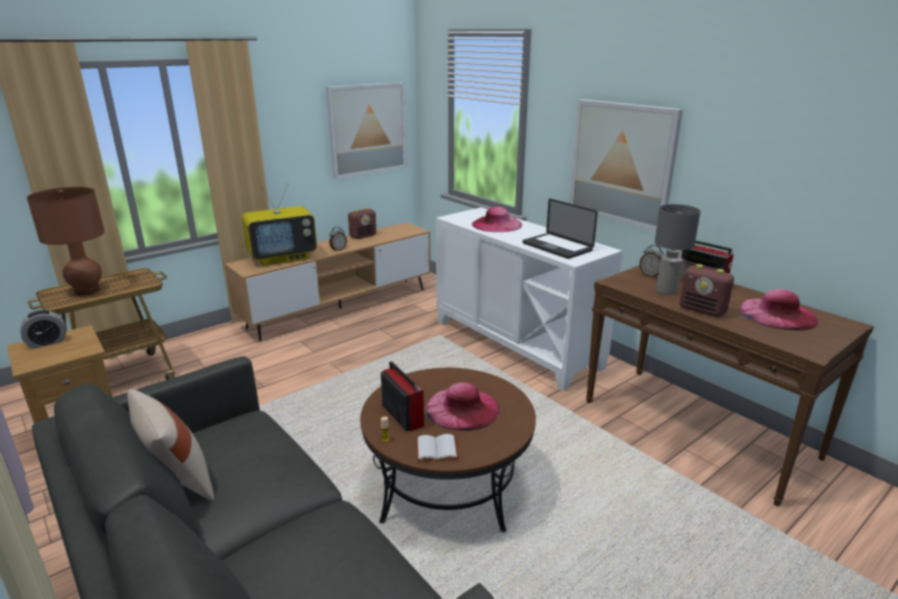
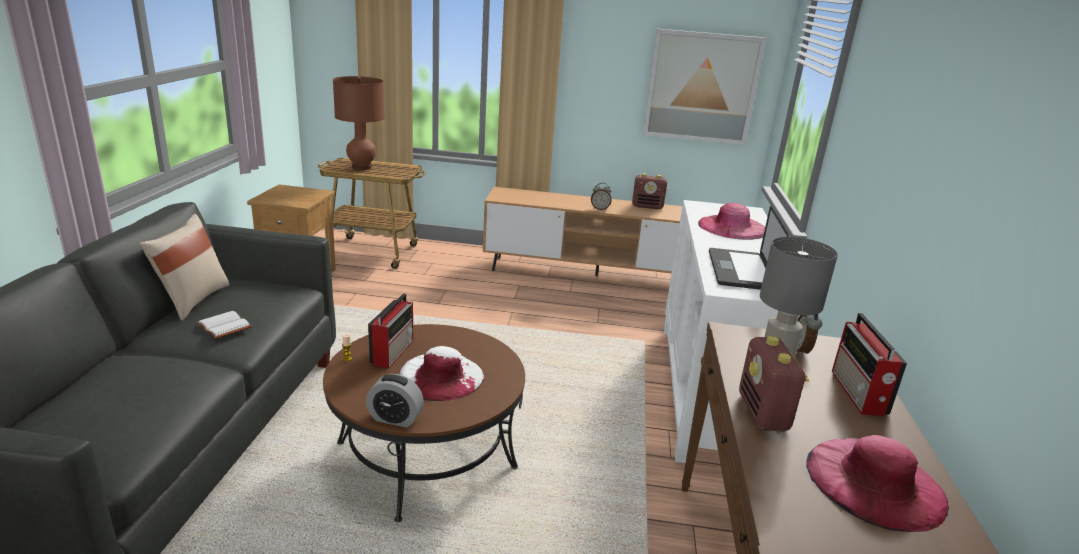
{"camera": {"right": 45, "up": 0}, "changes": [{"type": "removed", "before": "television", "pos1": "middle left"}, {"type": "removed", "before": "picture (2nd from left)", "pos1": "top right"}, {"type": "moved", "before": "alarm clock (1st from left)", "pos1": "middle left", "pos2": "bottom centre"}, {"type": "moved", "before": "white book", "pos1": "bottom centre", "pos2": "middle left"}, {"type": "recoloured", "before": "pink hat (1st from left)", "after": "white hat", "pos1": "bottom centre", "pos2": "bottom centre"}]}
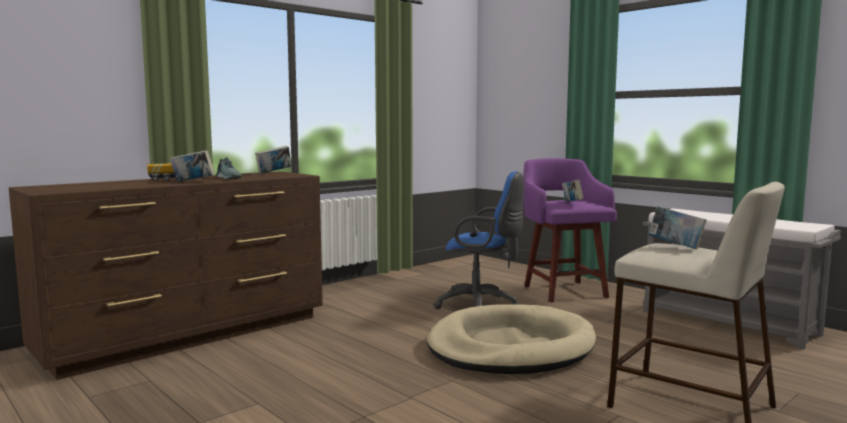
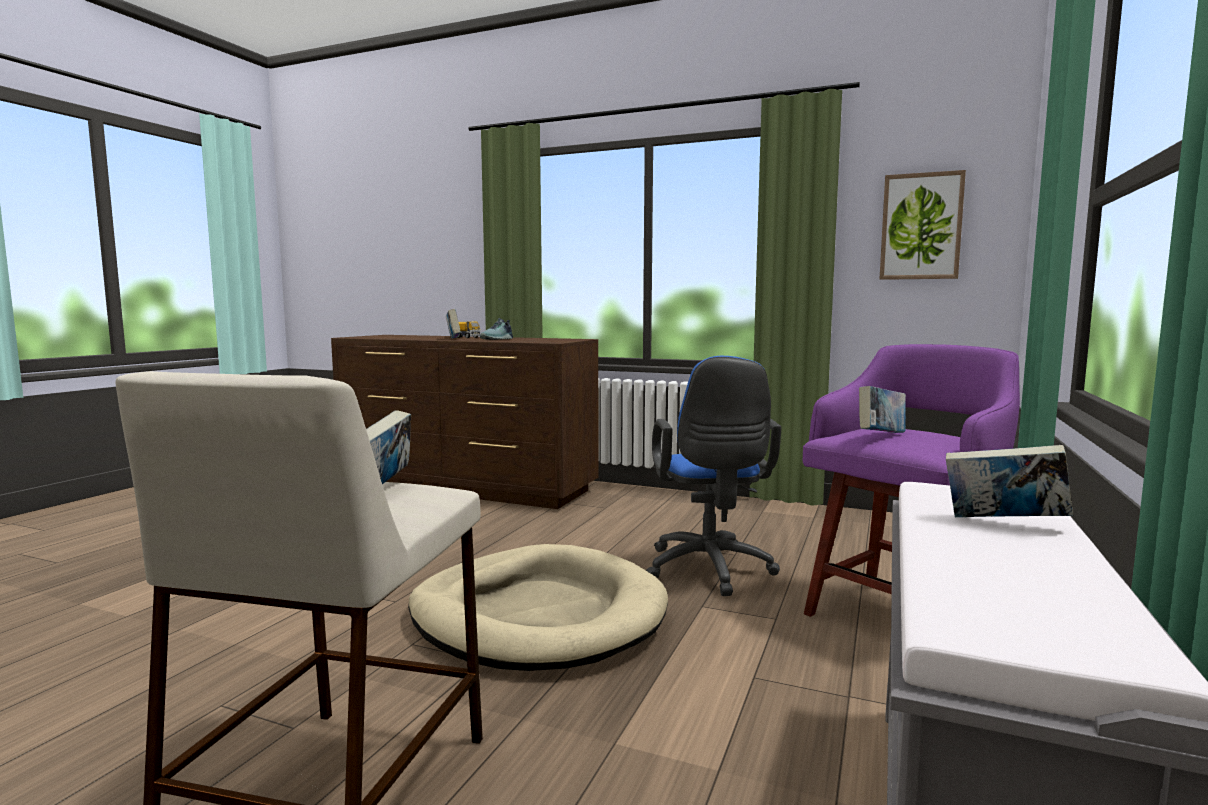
{"camera": {"right": 65, "up": 0}, "changes": [{"type": "added", "after": "picture", "pos2": "top right"}, {"type": "moved", "before": "book (2nd from left in the first image)", "after": "book (4th from left)", "pos1": "middle left", "pos2": "middle right"}]}
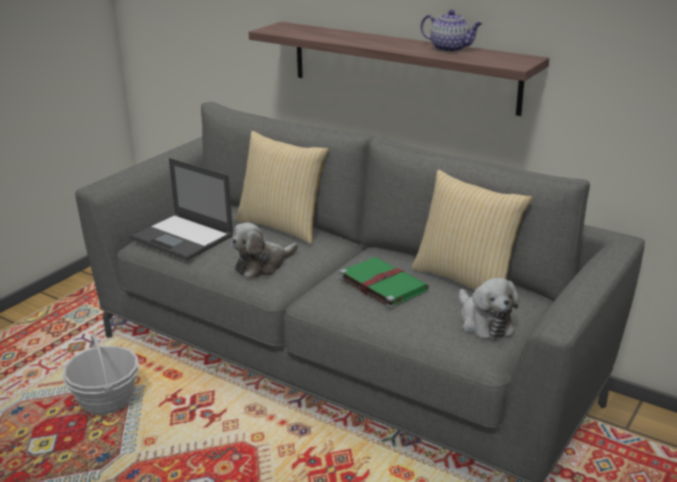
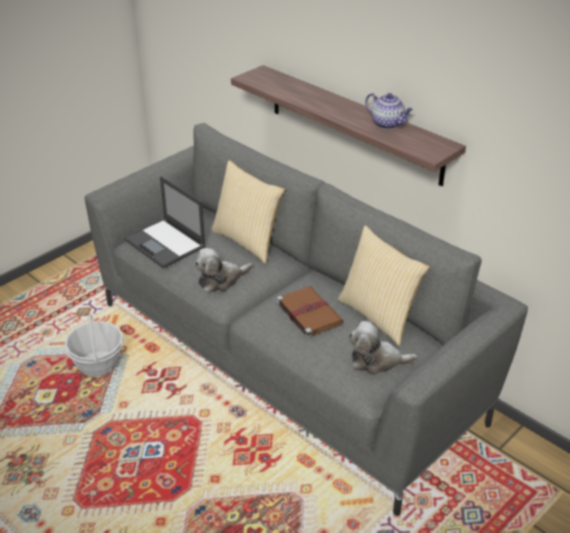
{"camera": {"right": 10, "up": 10}, "changes": [{"type": "recoloured", "before": "green book", "after": "brown book", "pos1": "centre", "pos2": "centre"}, {"type": "turned", "before": "plush toy (2nd from left)", "pos1": "middle right", "pos2": "middle right", "turn": 105}]}
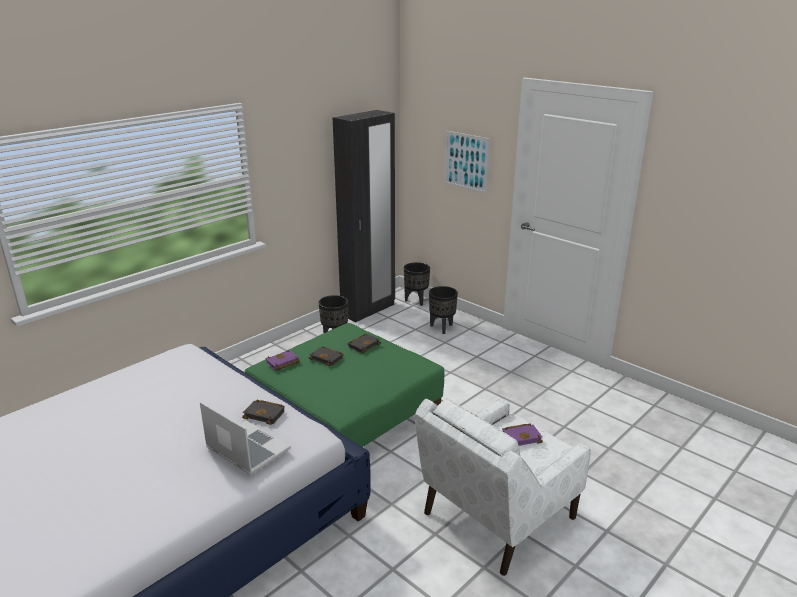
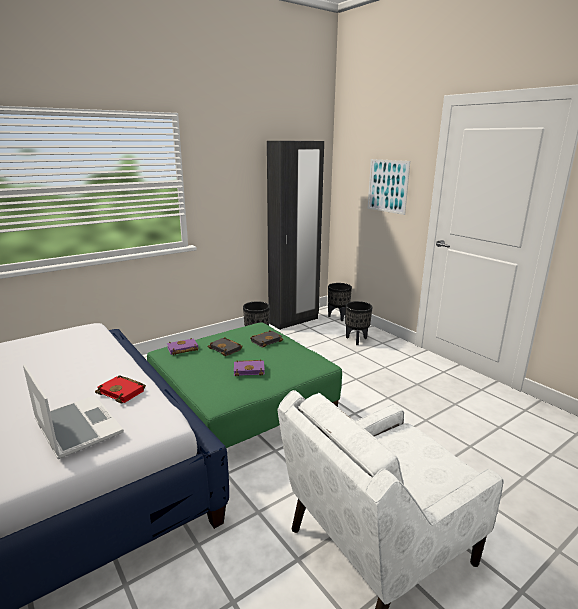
{"camera": {"right": 10, "up": -5}, "changes": [{"type": "moved", "before": "purple book (2nd from left)", "pos1": "bottom centre", "pos2": "centre"}, {"type": "recoloured", "before": "black book (1st from left)", "after": "red book", "pos1": "bottom left", "pos2": "middle left"}]}
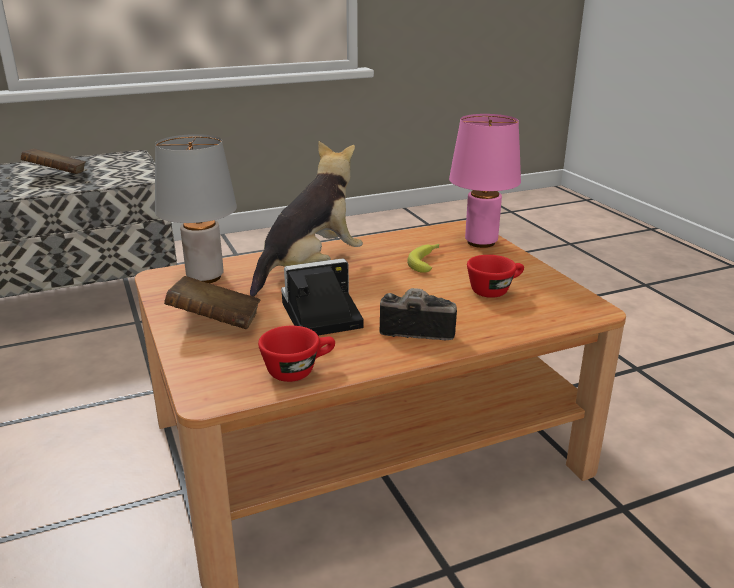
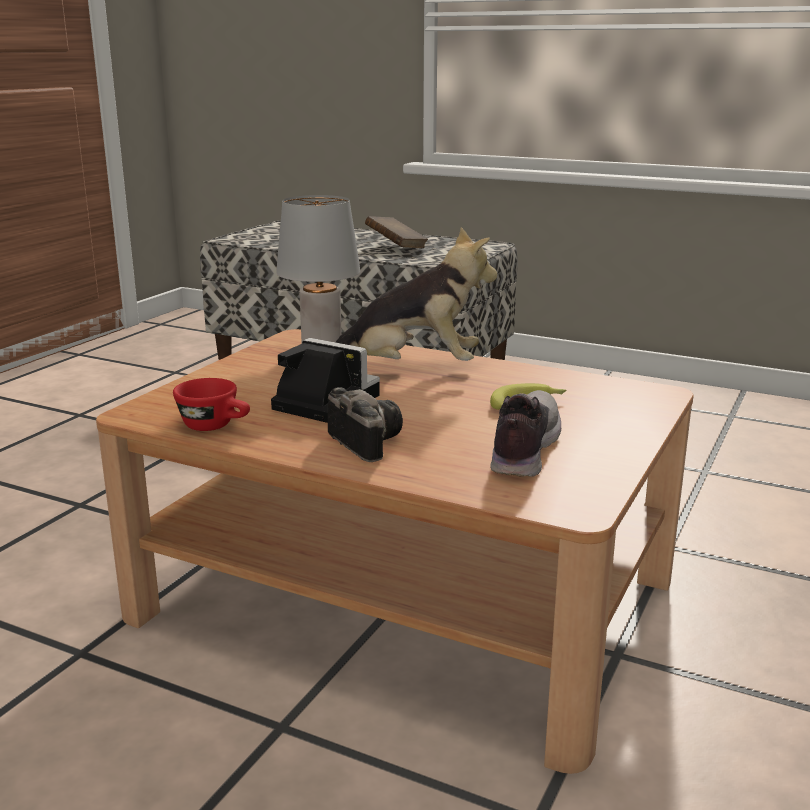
{"camera": {"right": 50, "up": -5}, "changes": [{"type": "removed", "before": "brown book (2nd from left)", "pos1": "middle left"}, {"type": "removed", "before": "pink table lamp", "pos1": "top centre"}, {"type": "replaced", "before": "red cup (2nd from left)", "after": "shoe", "pos1": "middle right", "pos2": "centre"}]}
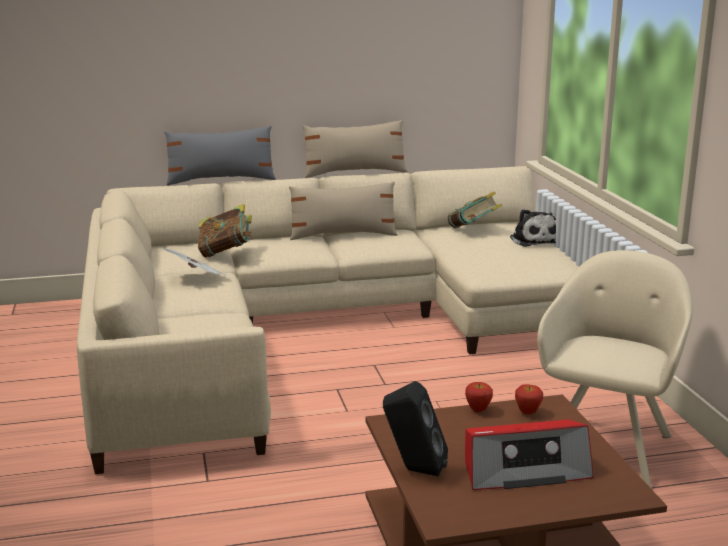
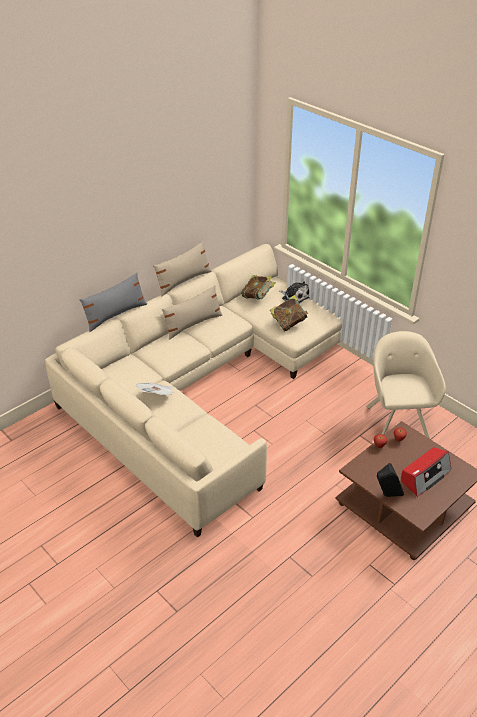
{"camera": {"right": -30, "up": 20}, "changes": [{"type": "moved", "before": "book (1st from left in the first image)", "after": "book (2nd from left)", "pos1": "middle left", "pos2": "centre"}]}
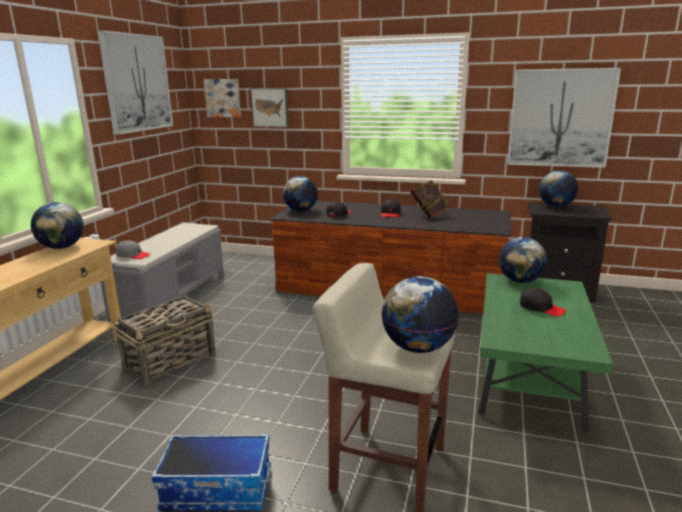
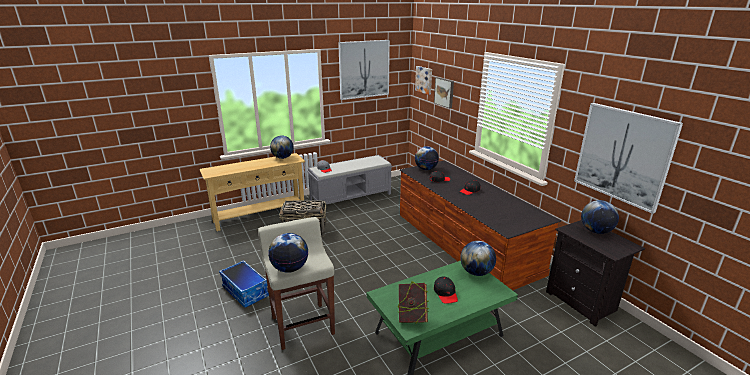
{"camera": {"right": 45, "up": 5}, "changes": [{"type": "moved", "before": "book", "pos1": "centre", "pos2": "bottom centre"}]}
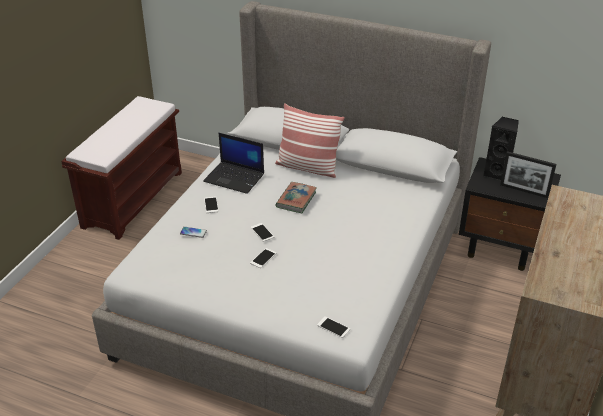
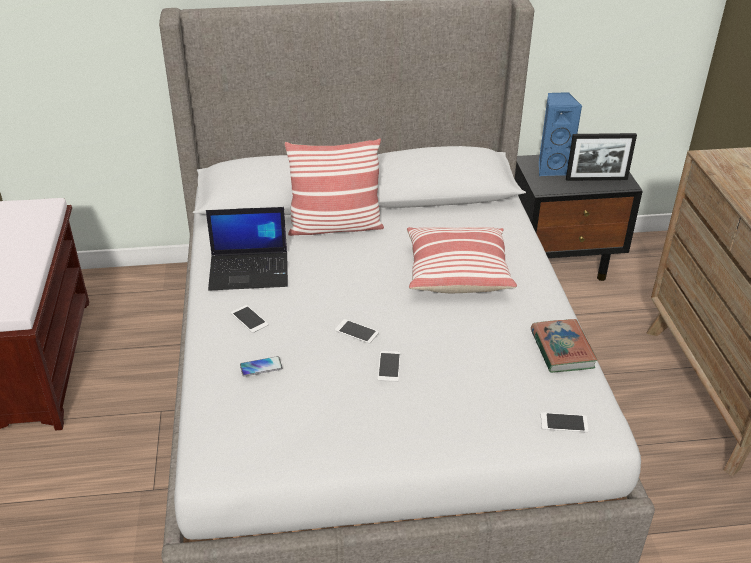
{"camera": {"right": -30, "up": 0}, "changes": [{"type": "added", "after": "pillow (2nd from left)", "pos2": "centre"}, {"type": "moved", "before": "book", "pos1": "centre", "pos2": "middle right"}, {"type": "recoloured", "before": "black speaker", "after": "blue speaker", "pos1": "middle right", "pos2": "top right"}]}
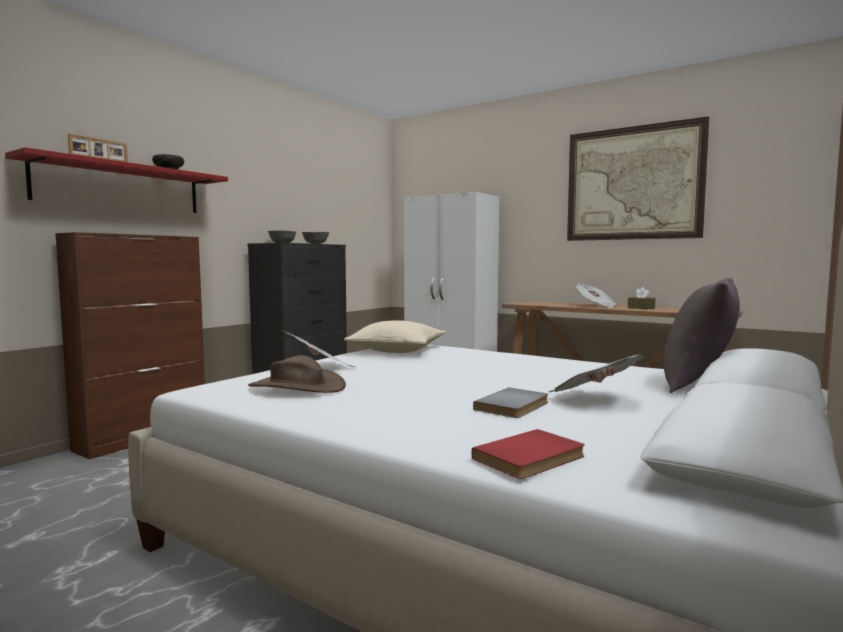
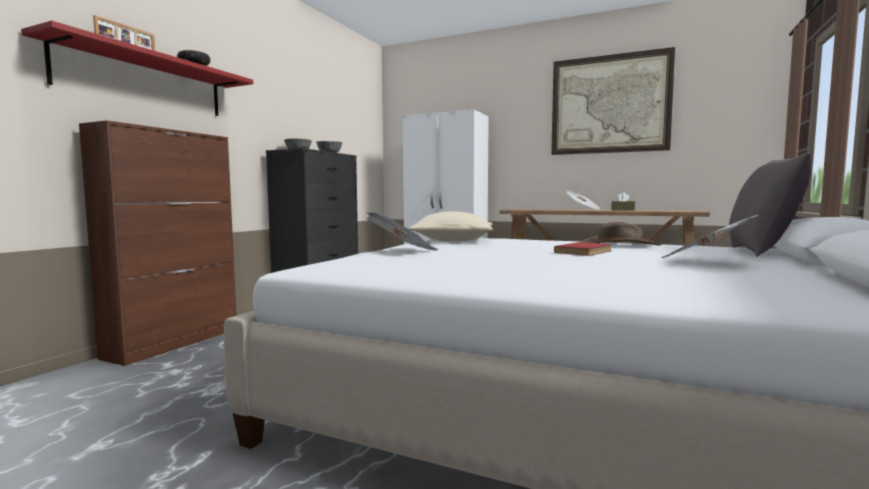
{"camera": {"right": -10, "up": 0}, "changes": [{"type": "removed", "before": "grey book", "pos1": "centre"}, {"type": "moved", "before": "brown hat", "pos1": "centre", "pos2": "middle right"}, {"type": "moved", "before": "red book", "pos1": "bottom centre", "pos2": "middle right"}]}
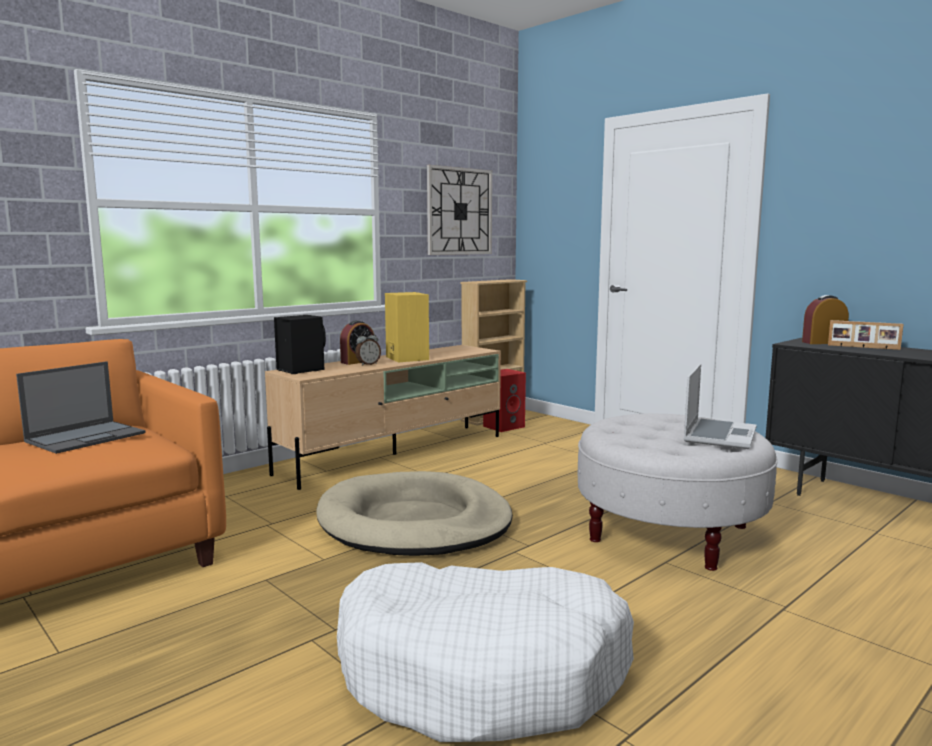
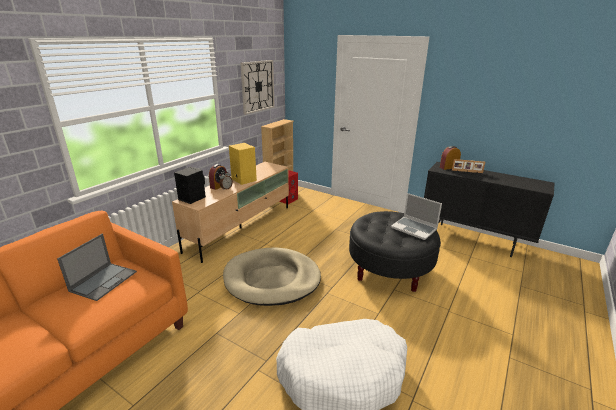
{"camera": {"right": -15, "up": 15}, "changes": [{"type": "recoloured", "before": "white ottoman", "after": "black ottoman", "pos1": "middle right", "pos2": "centre"}, {"type": "turned", "before": "laptop (2nd from left)", "pos1": "middle right", "pos2": "middle right", "turn": 120}]}
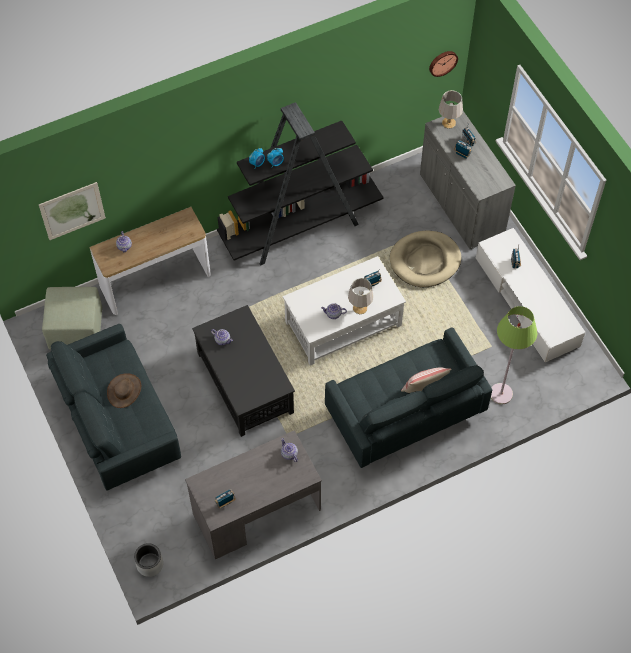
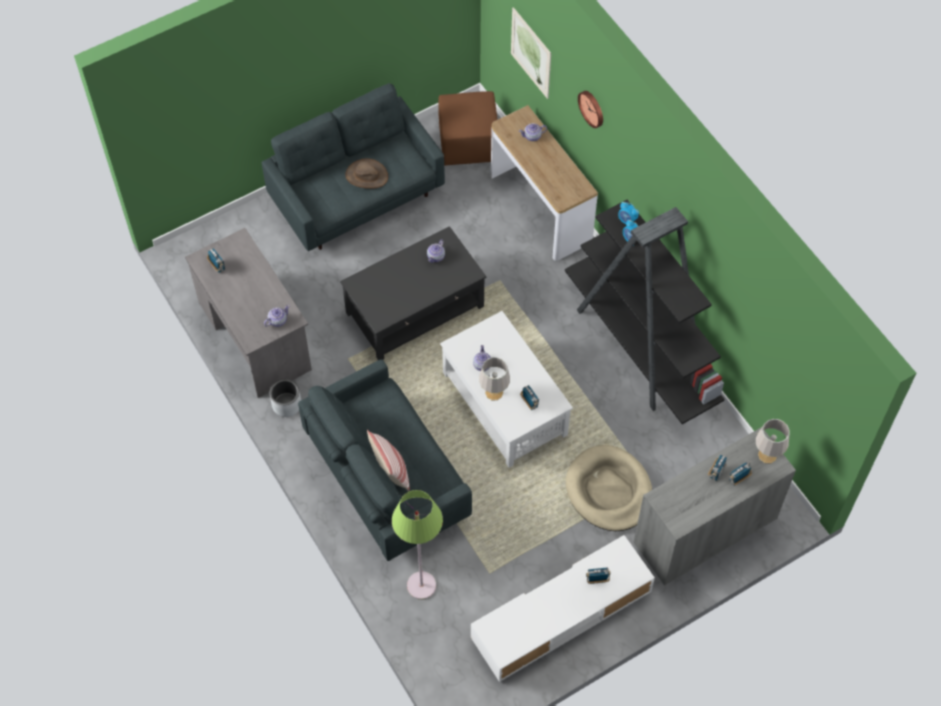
{"camera": {"right": 85, "up": 0}, "changes": [{"type": "moved", "before": "grey planter", "pos1": "bottom left", "pos2": "middle left"}, {"type": "moved", "before": "wall clock", "pos1": "top right", "pos2": "top centre"}, {"type": "recoloured", "before": "green ottoman", "after": "brown ottoman", "pos1": "middle left", "pos2": "top centre"}]}
